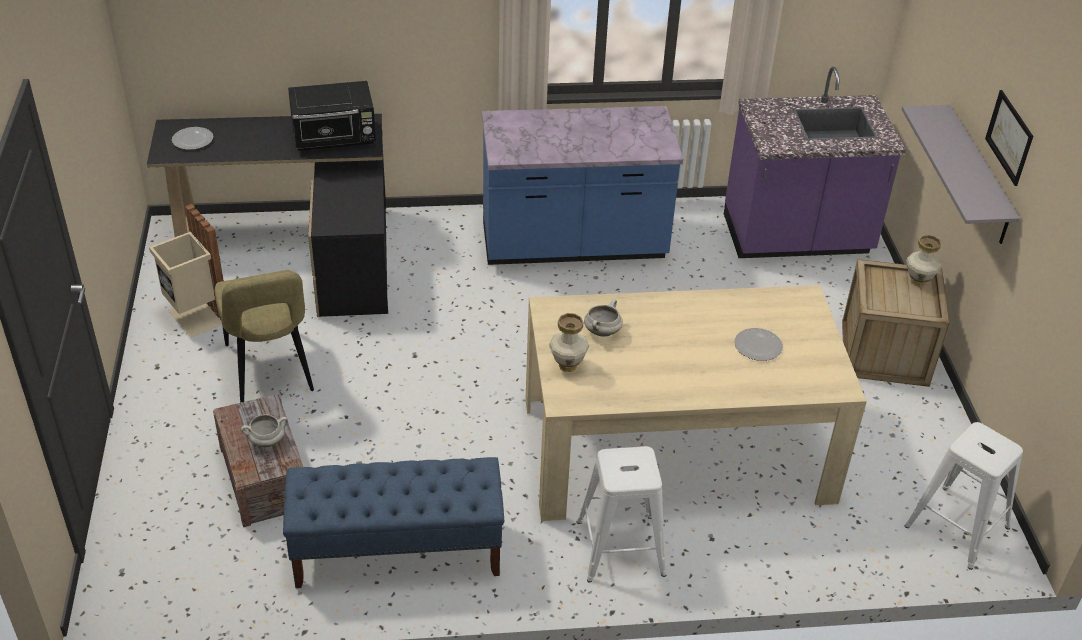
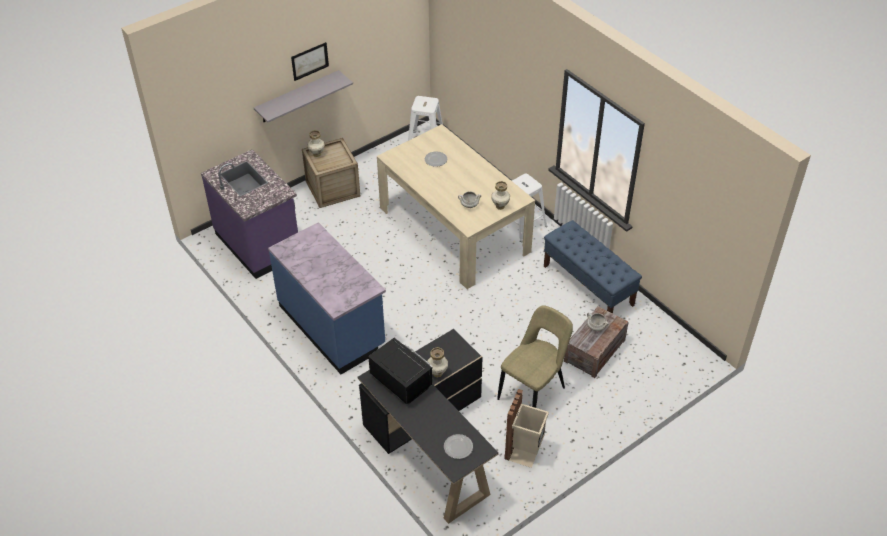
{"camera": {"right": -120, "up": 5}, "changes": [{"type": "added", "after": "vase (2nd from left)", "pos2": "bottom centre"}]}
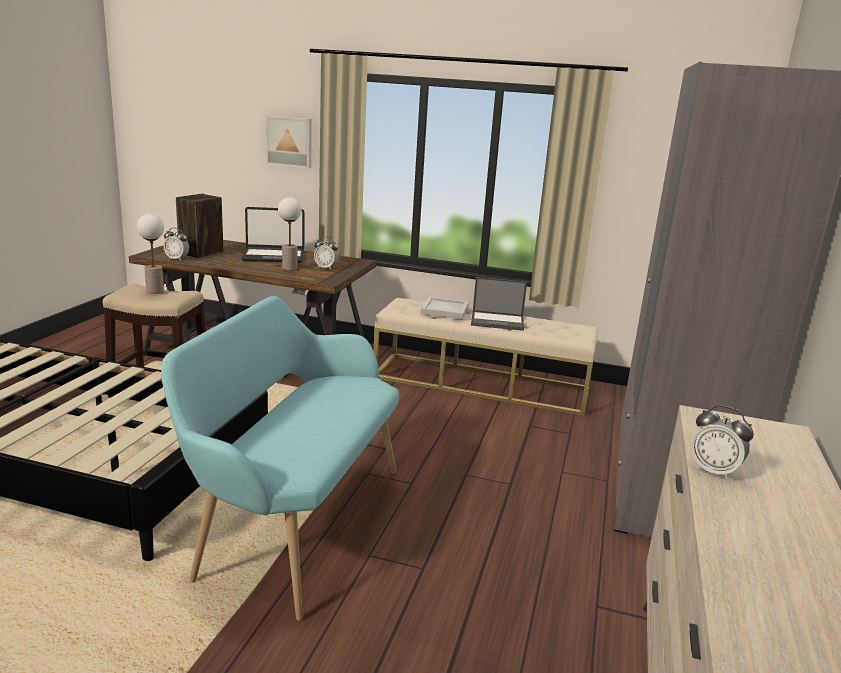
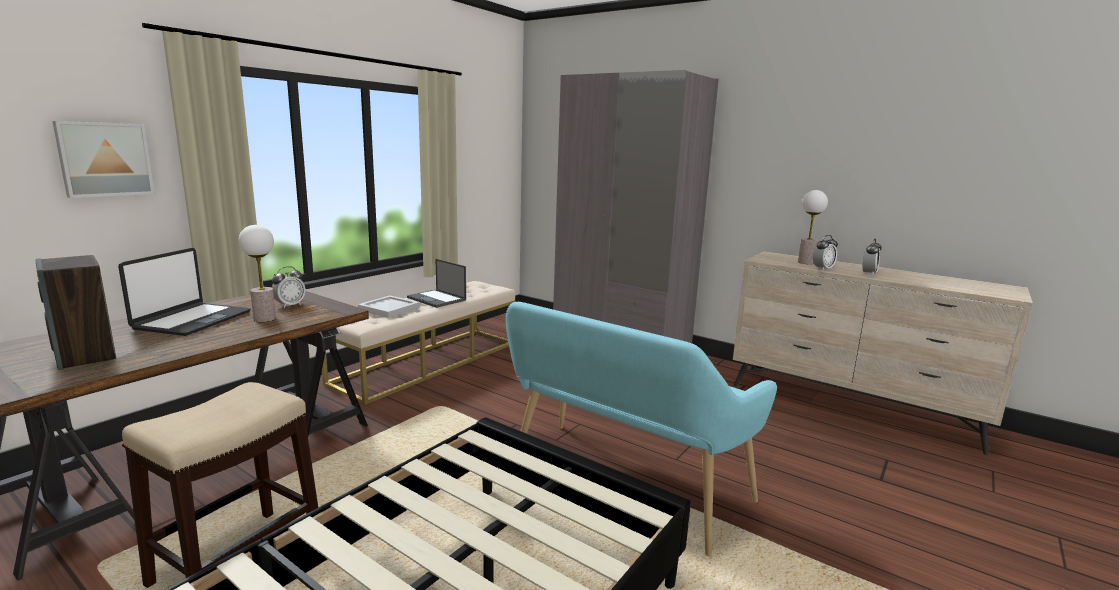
{"camera": {"right": -70, "up": -5}, "changes": [{"type": "moved", "before": "table lamp (1st from left in the first image)", "after": "table lamp (2nd from left)", "pos1": "middle left", "pos2": "middle right"}, {"type": "moved", "before": "alarm clock (1st from left in the first image)", "after": "alarm clock (3rd from left)", "pos1": "middle left", "pos2": "middle right"}, {"type": "turned", "before": "laptop (2nd from left)", "pos1": "centre", "pos2": "centre", "turn": 105}]}
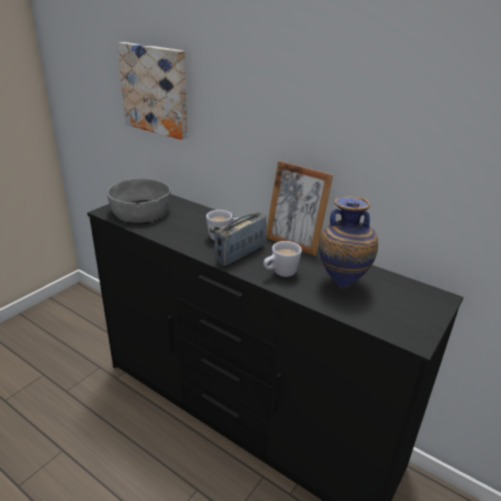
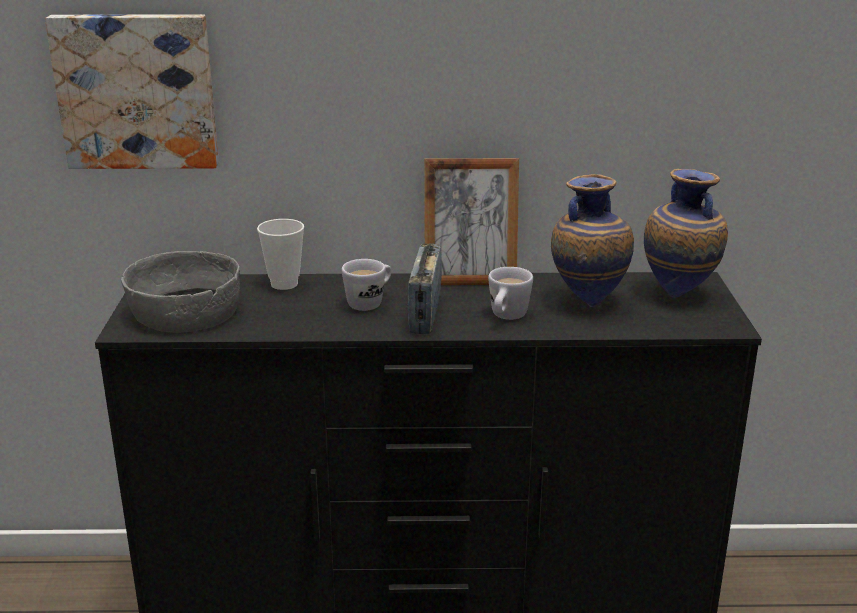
{"camera": {"right": -35, "up": -5}, "changes": [{"type": "added", "after": "cup", "pos2": "middle left"}, {"type": "added", "after": "vase (2nd from left)", "pos2": "middle right"}]}
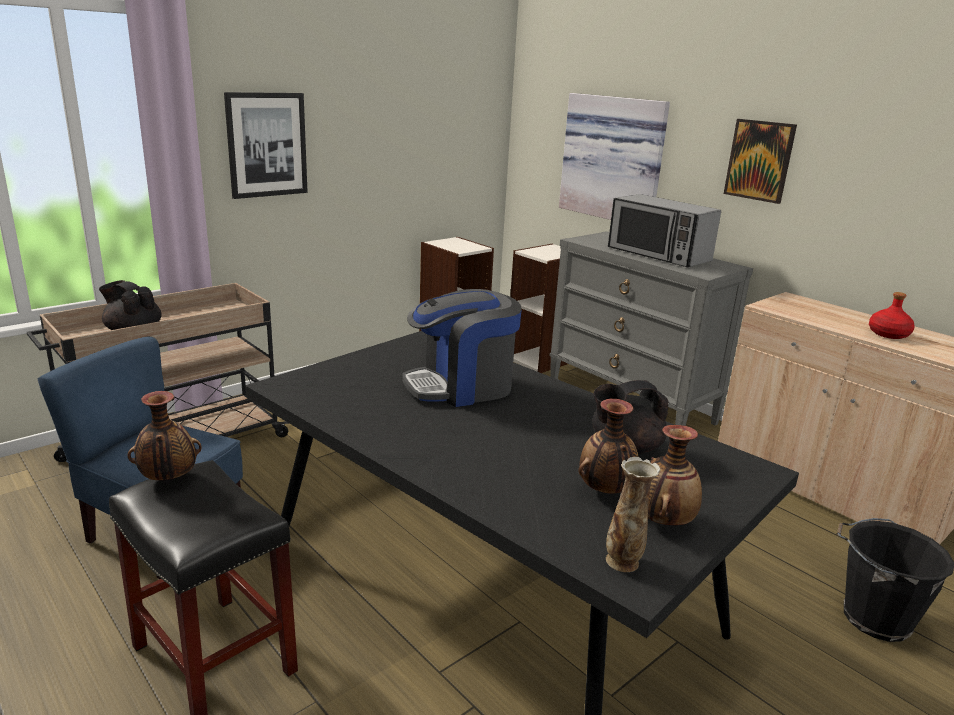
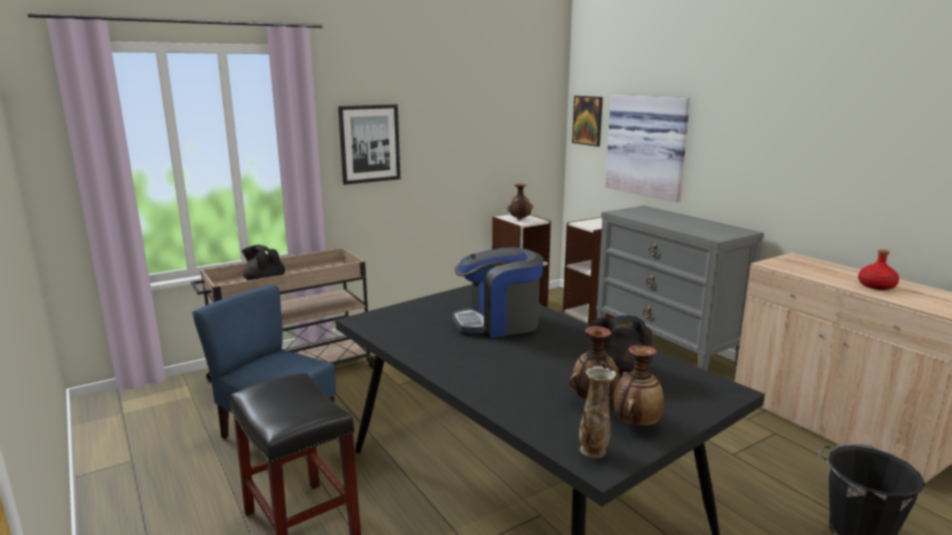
{"camera": {"right": 10, "up": -5}, "changes": [{"type": "removed", "before": "microwave", "pos1": "top right"}, {"type": "moved", "before": "vase (1st from left)", "pos1": "middle left", "pos2": "centre"}, {"type": "moved", "before": "picture (3rd from left in the first image)", "after": "picture (2nd from left)", "pos1": "top right", "pos2": "top centre"}]}
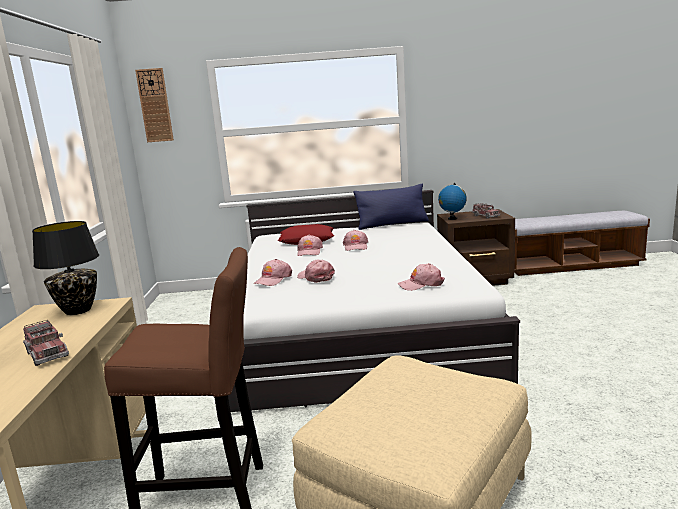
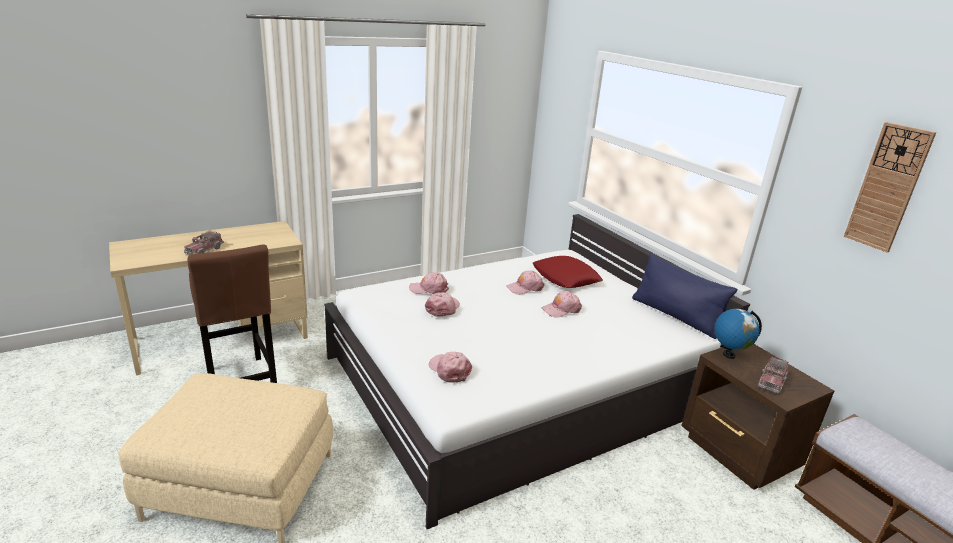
{"camera": {"right": 60, "up": 10}, "changes": [{"type": "removed", "before": "black table lamp", "pos1": "middle left"}, {"type": "moved", "before": "wall clock", "pos1": "top left", "pos2": "middle right"}]}
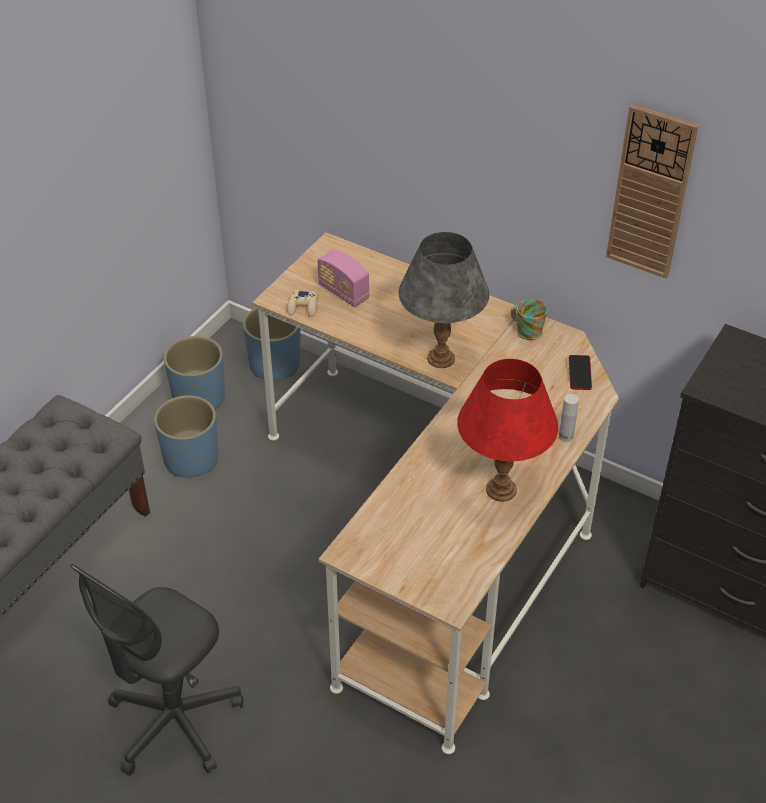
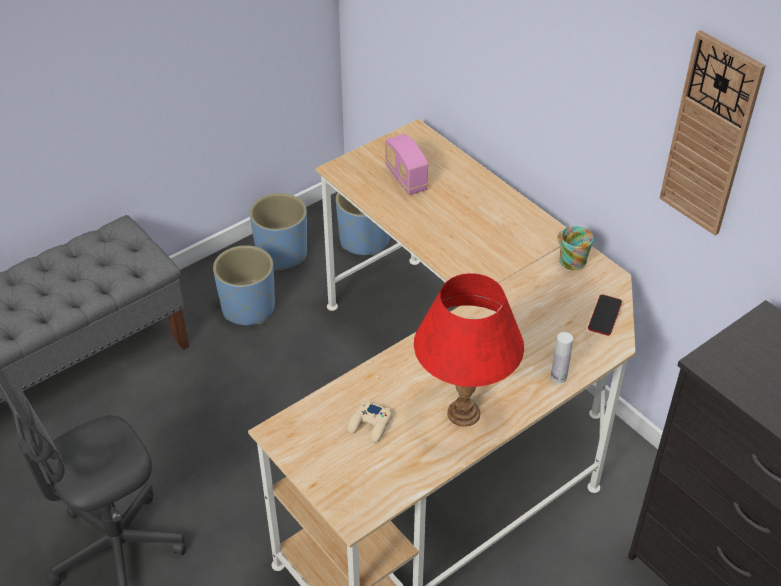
{"camera": {"right": 20, "up": 0}, "changes": [{"type": "removed", "before": "grey table lamp", "pos1": "centre"}, {"type": "moved", "before": "beige game controller", "pos1": "centre", "pos2": "bottom centre"}]}
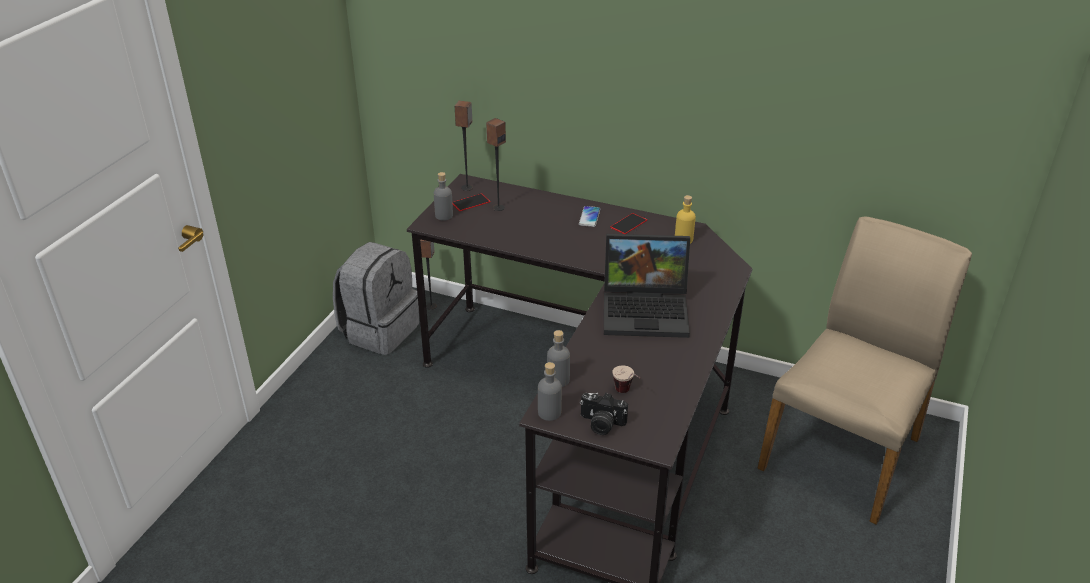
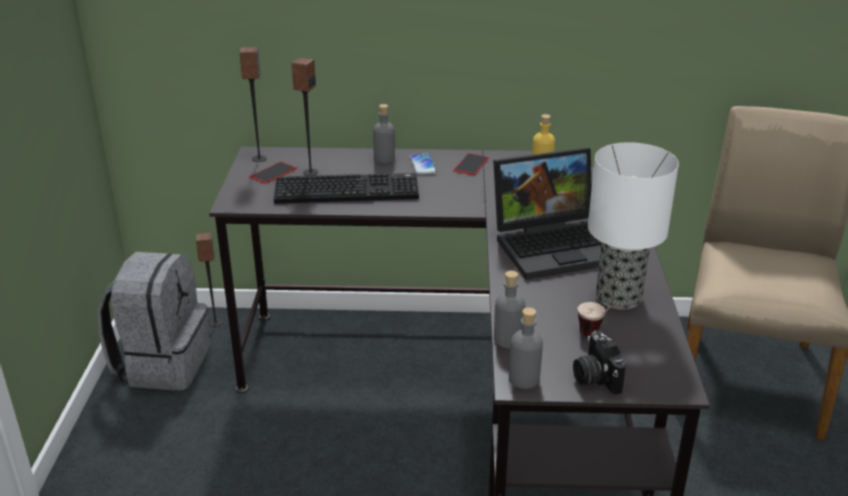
{"camera": {"right": -20, "up": -5}, "changes": [{"type": "added", "after": "keyboard", "pos2": "centre"}, {"type": "added", "after": "table lamp", "pos2": "middle right"}, {"type": "moved", "before": "grey bottle (1st from left)", "pos1": "centre", "pos2": "top centre"}, {"type": "turned", "before": "photo camera", "pos1": "bottom centre", "pos2": "bottom right", "turn": 75}]}
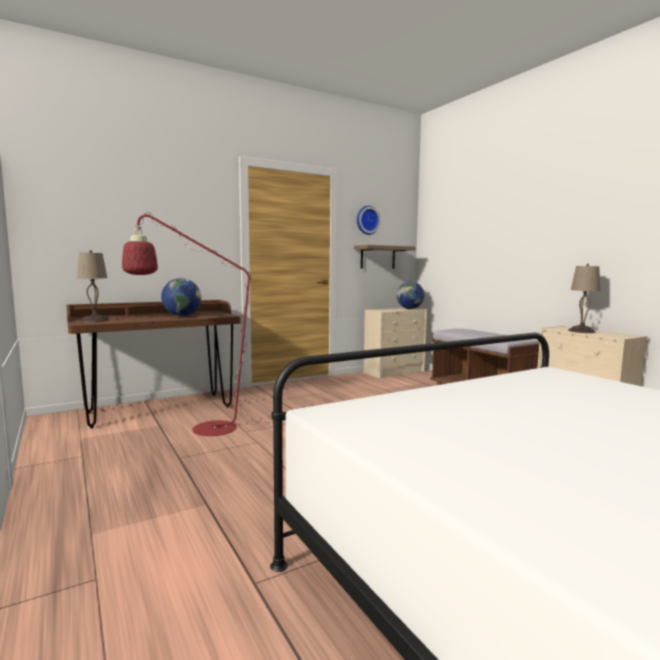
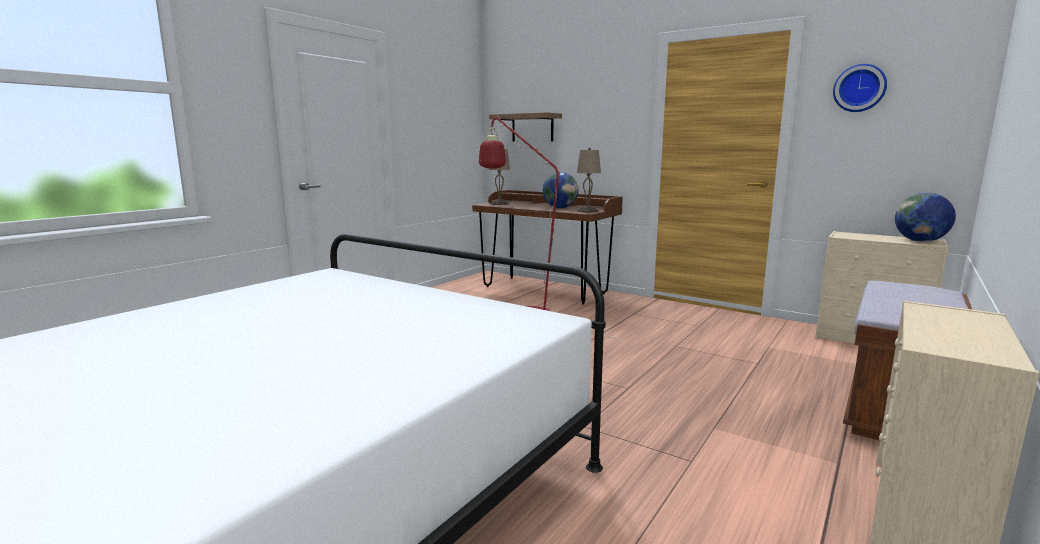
{"camera": {"right": 65, "up": 5}, "changes": [{"type": "moved", "before": "shelf", "pos1": "centre", "pos2": "top centre"}, {"type": "moved", "before": "beige table lamp (2nd from left)", "pos1": "middle right", "pos2": "top centre"}]}
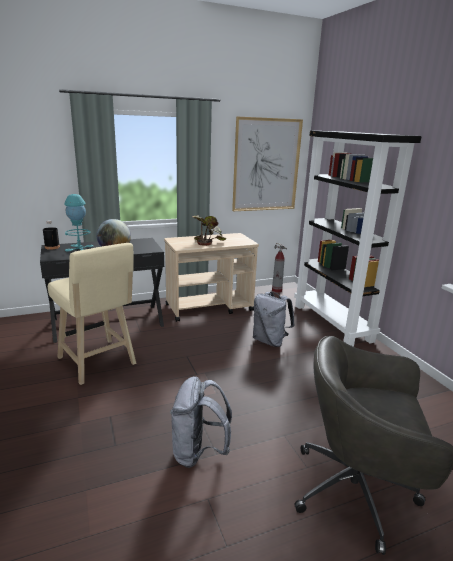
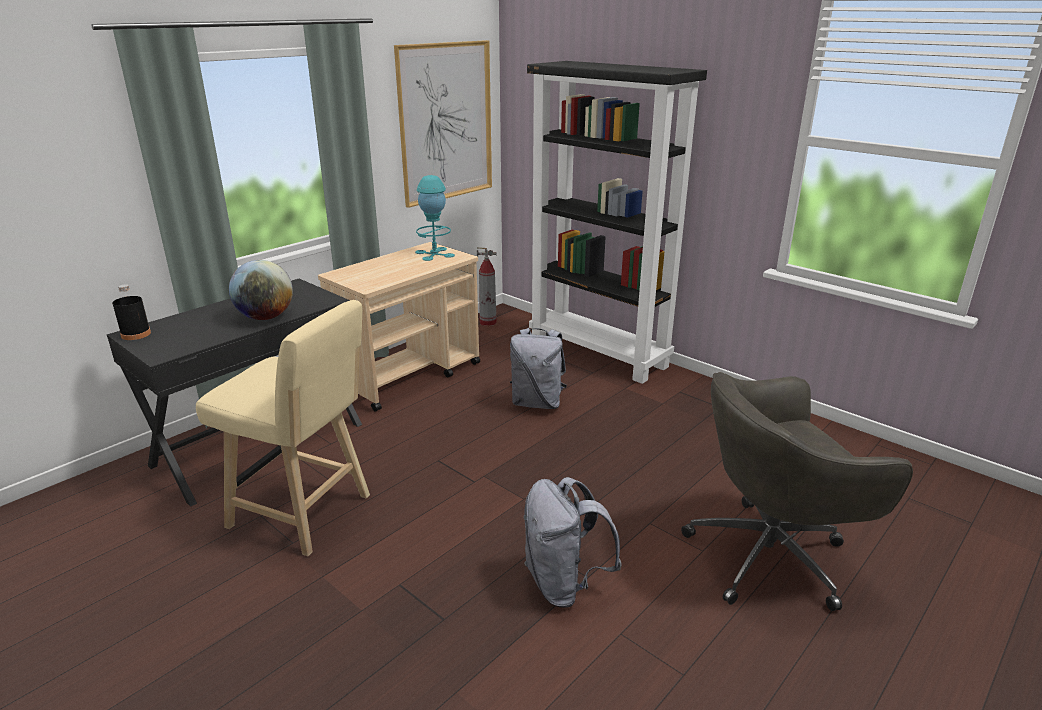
{"camera": {"right": -25, "up": 5}, "changes": [{"type": "removed", "before": "potted plant", "pos1": "centre"}, {"type": "moved", "before": "turquoise table lamp", "pos1": "middle left", "pos2": "top centre"}]}
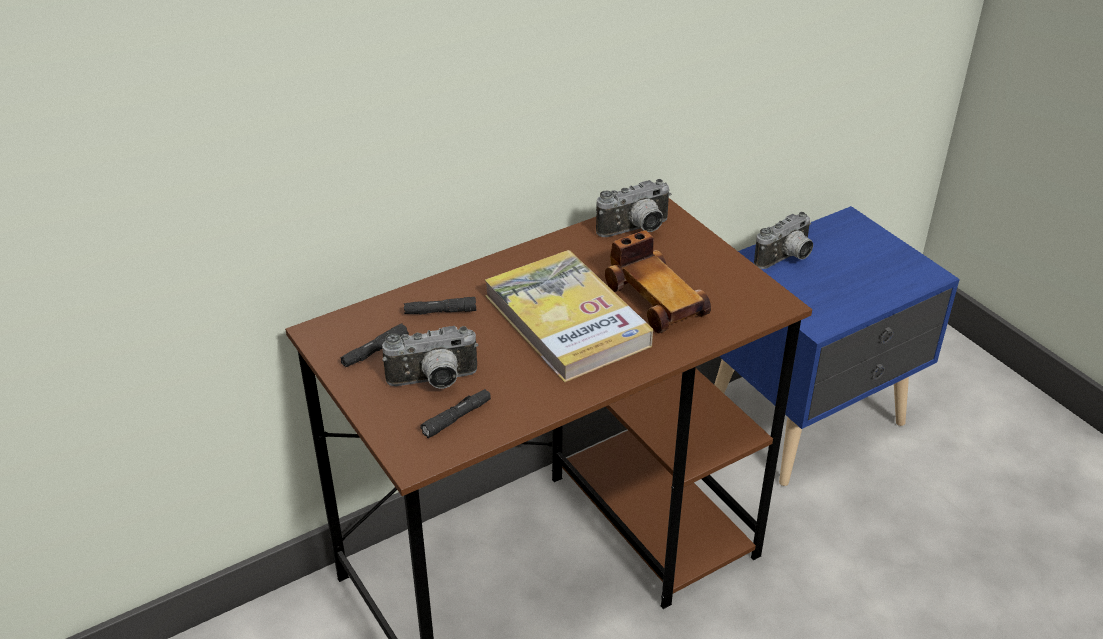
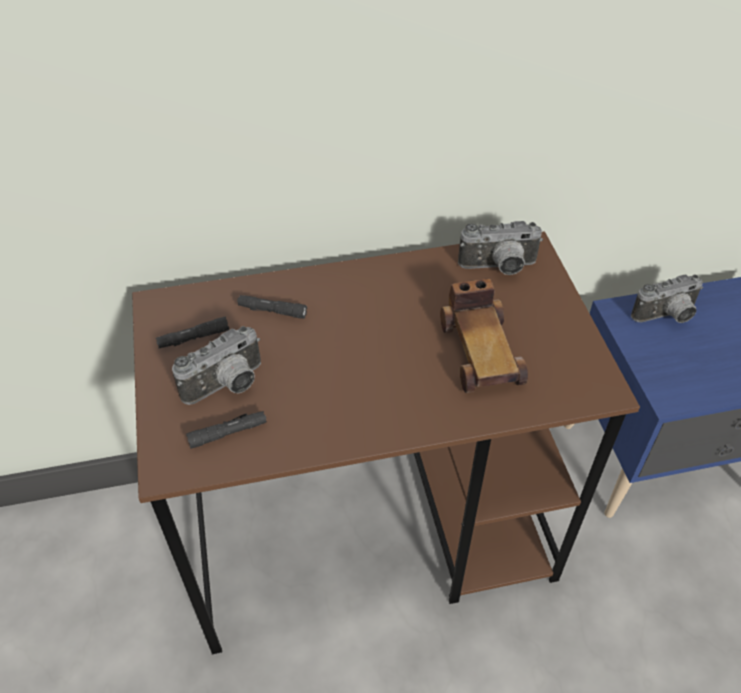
{"camera": {"right": 20, "up": 10}, "changes": [{"type": "removed", "before": "book", "pos1": "centre"}, {"type": "turned", "before": "photo camera (1st from left)", "pos1": "centre", "pos2": "middle left", "turn": -45}]}
